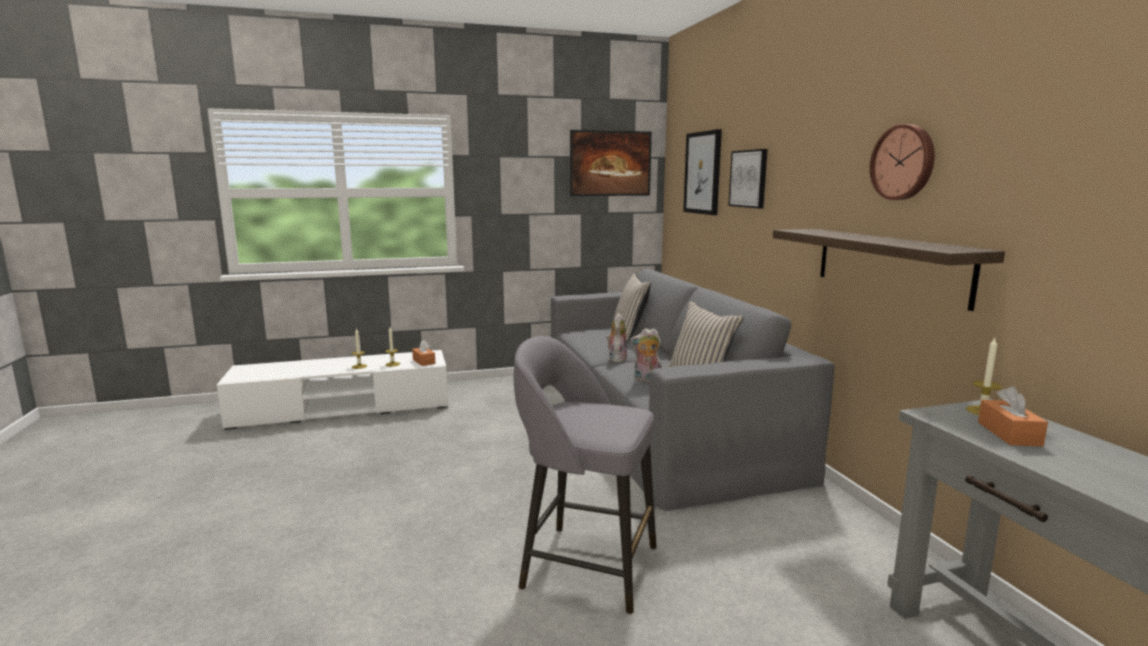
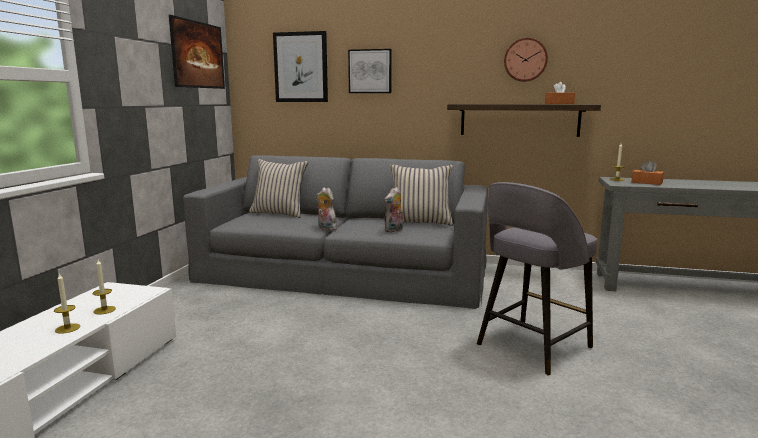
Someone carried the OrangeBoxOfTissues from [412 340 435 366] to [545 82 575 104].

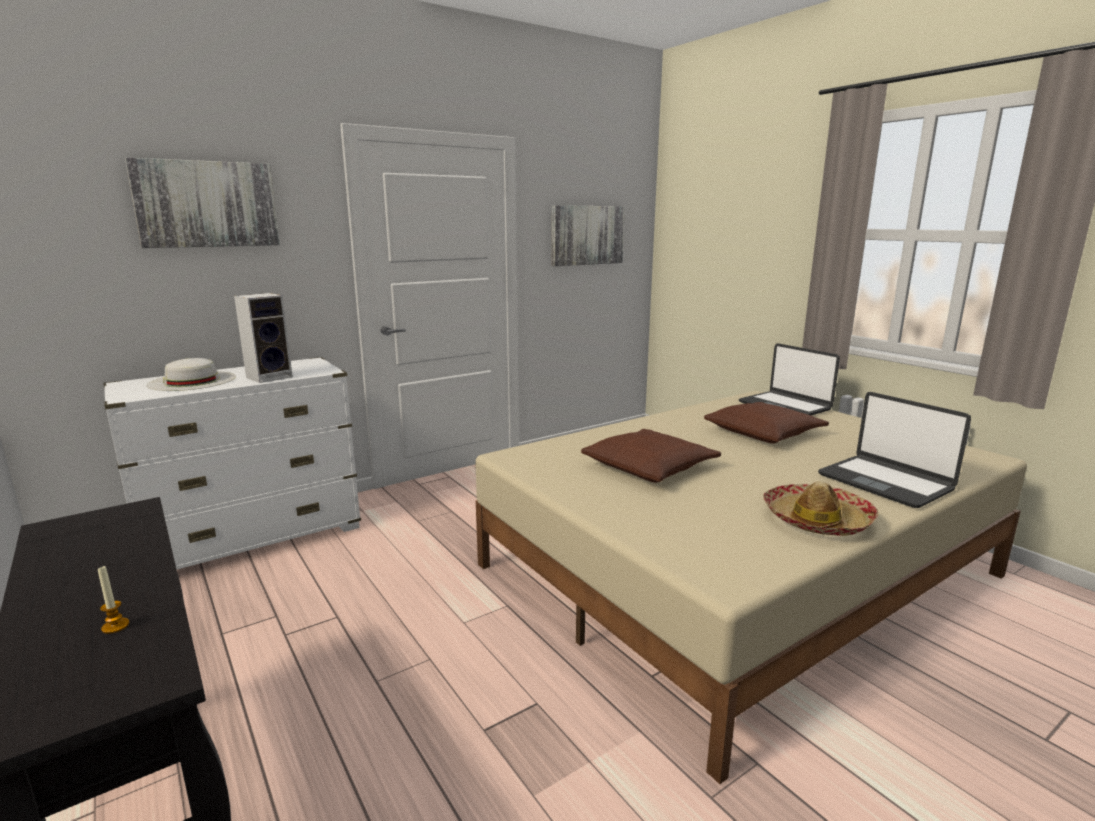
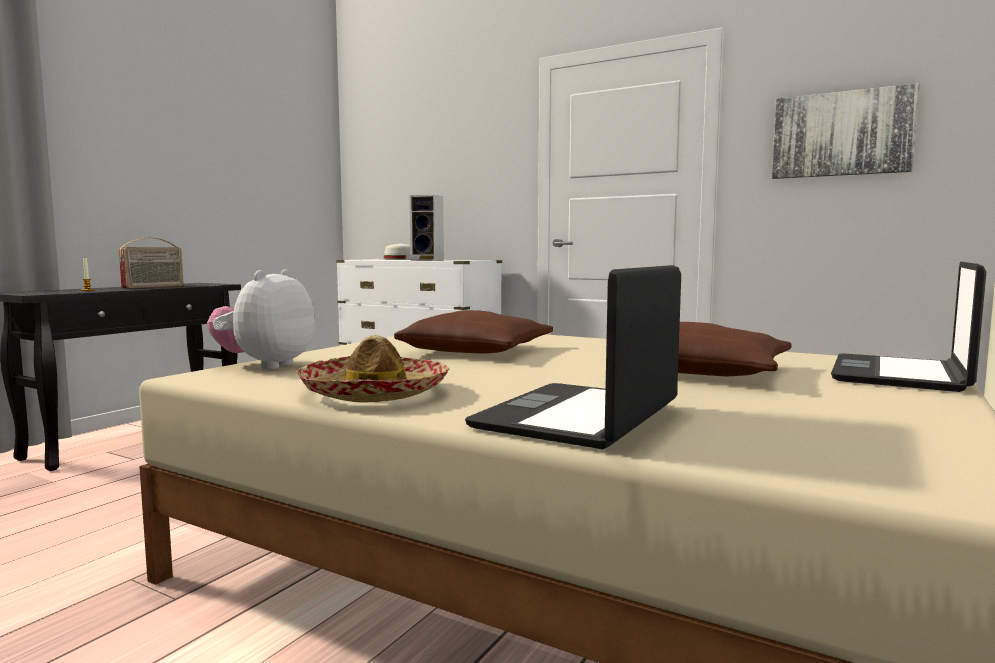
Someone put down the RadioSet at [119 237 183 289].
Someone put down the SoftToy at [207 269 315 370].
Someone took away the Picture at [125 157 280 248].

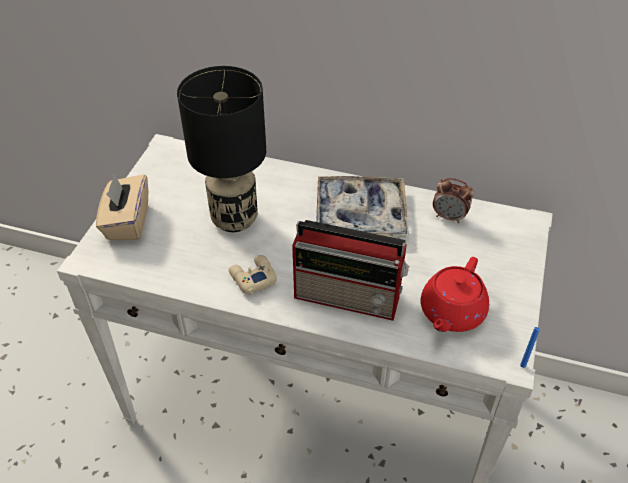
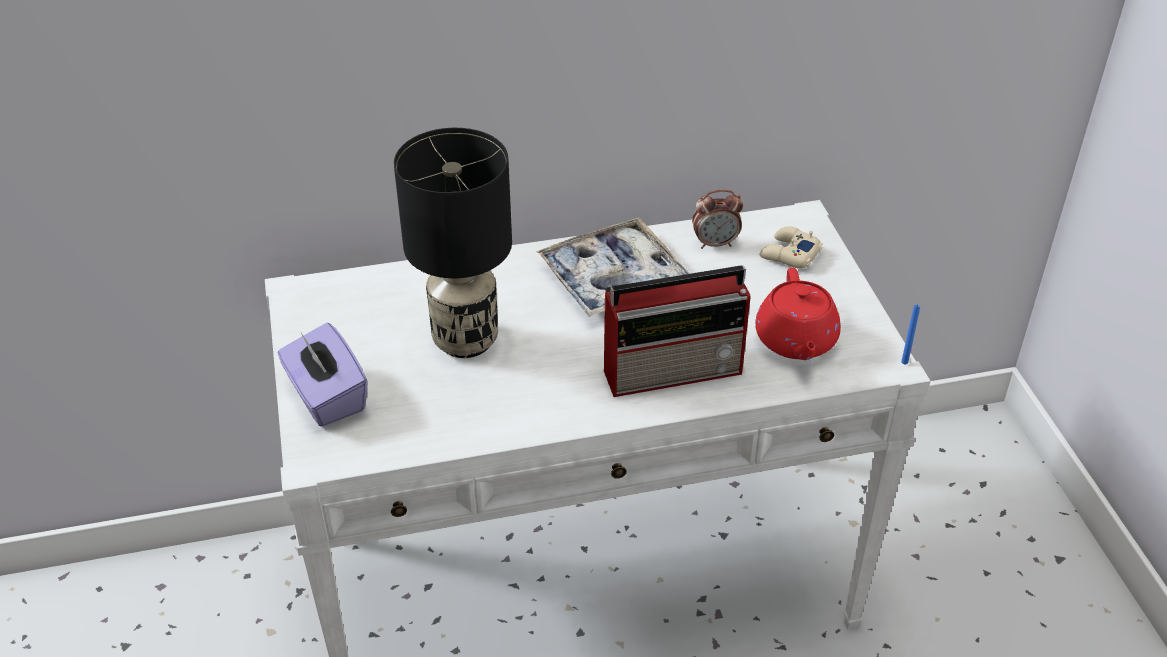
Someone repainted the BeigeColouredBoxOfTissues at [96 174 148 240], which became the PurpleBoxOfTissues at [278 323 368 427].
Someone carried the BeigeColouredGameController from [229 255 277 295] to [759 226 823 269].

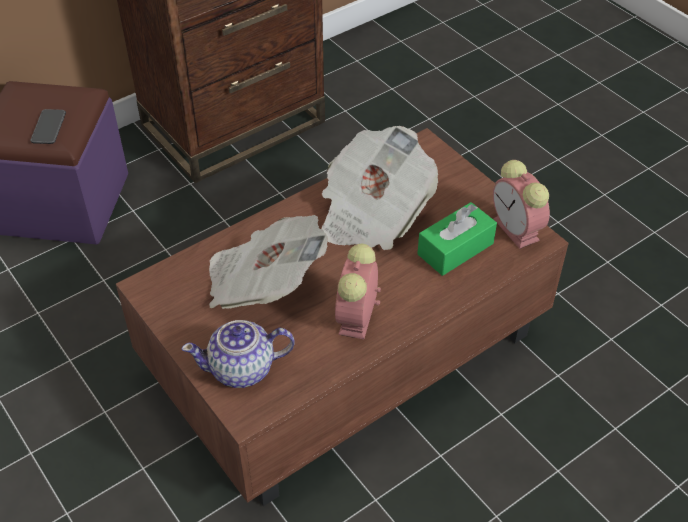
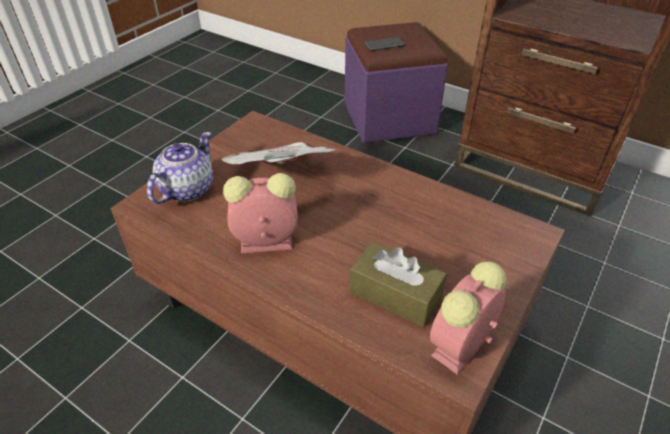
Someone rotated the Teapot at [181 320 295 388] by 60 degrees clockwise.
Someone repainted the GreenBoxOfTissues at [417 202 497 276], which became the BrownBoxOfTissues at [350 242 447 327].
Someone took away the PrintedPaper at [322 126 438 250].

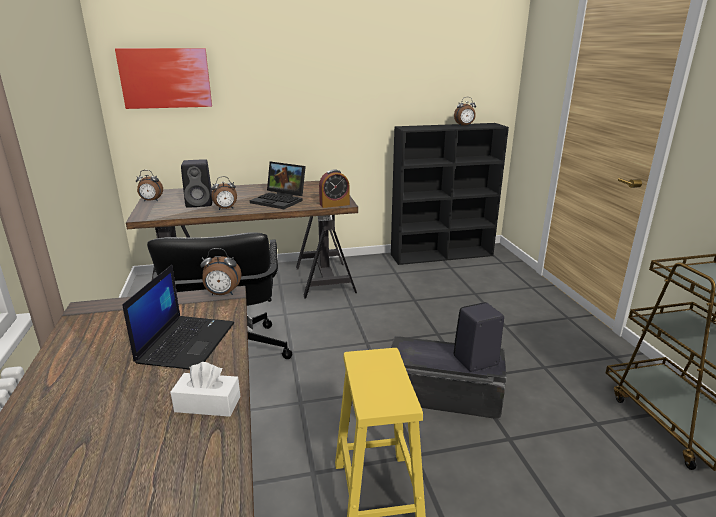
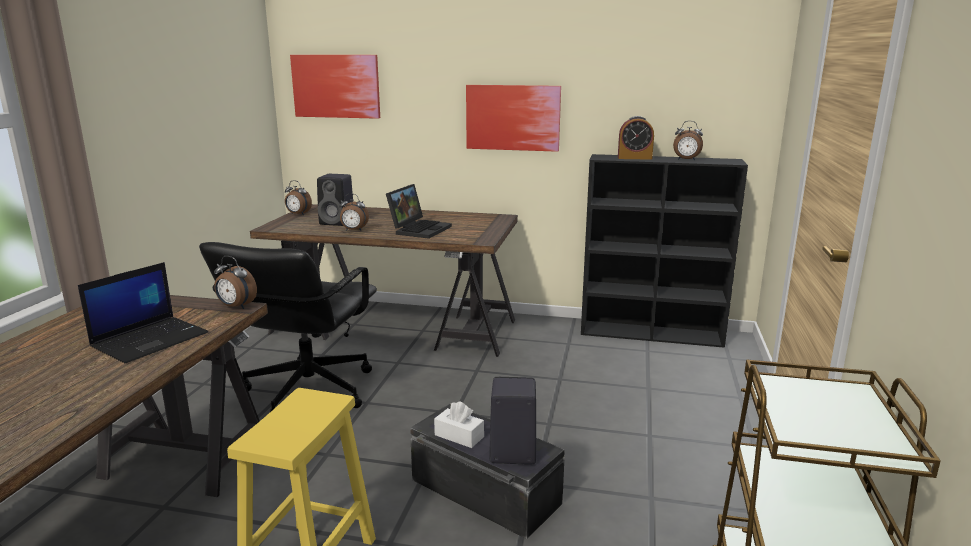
Someone rotated the NotebookComputer at [250 162 306 209] by 120 degrees counterclockwise.
Someone carried the WhiteColouredBoxOfTissues from [170 362 241 417] to [434 401 484 448].
Someone put up the Picture at [466 85 561 152].
Someone carried the BedsideClock from [319 169 350 208] to [618 116 654 160].

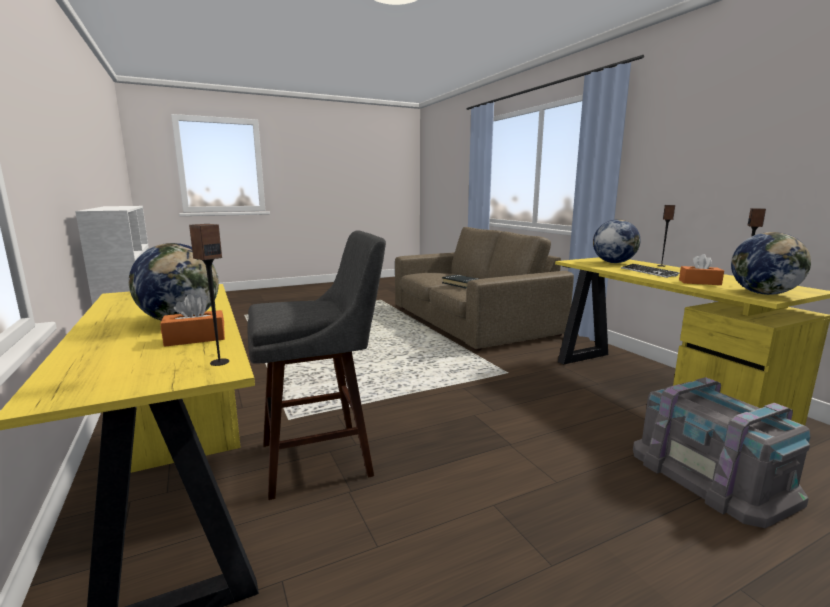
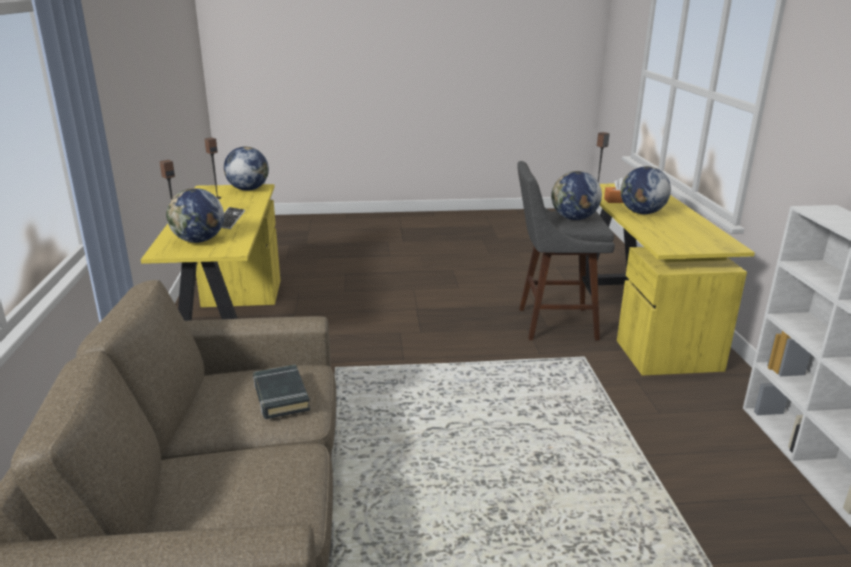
Someone put down the Globe at [551 171 602 220].
Someone took away the GreyishStorageContainer at [633 377 811 528].
Someone took away the OrangeBoxOfTissues at [679 254 724 285].

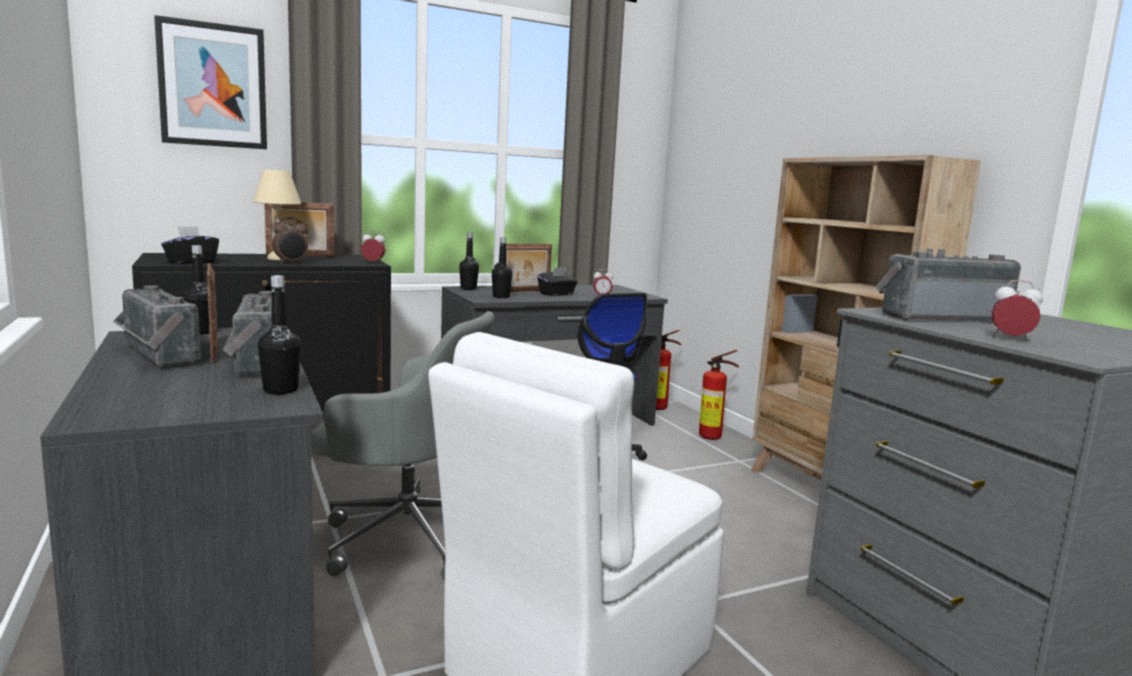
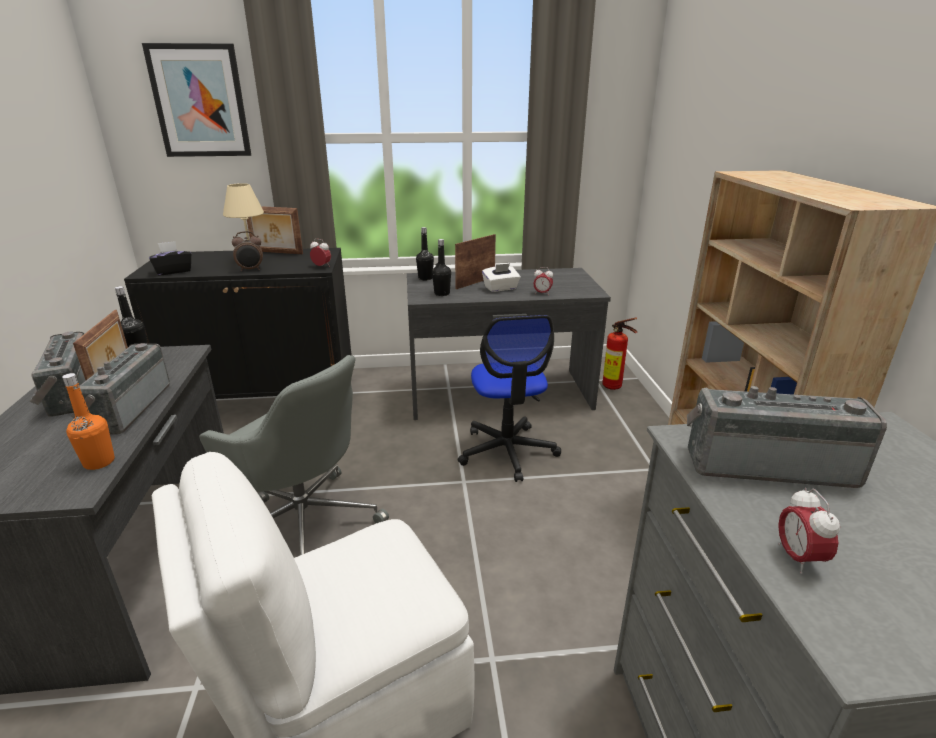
Someone repainted the BlackBeverageBottle at [258 275 301 394], which became the OrangeBeverageBottle at [62 373 115 470].
Someone rotated the StandingFrame at [506 244 552 292] by 150 degrees clockwise.
Someone repainted the BlackBoxOfTissues at [537 267 577 296], which became the WhiteColouredBoxOfTissues at [482 263 520 292].
Someone rotated the BedsideClock at [991 280 1043 340] by 135 degrees counterclockwise.
Someone took away the FireExtinguisher at [699 350 739 440].

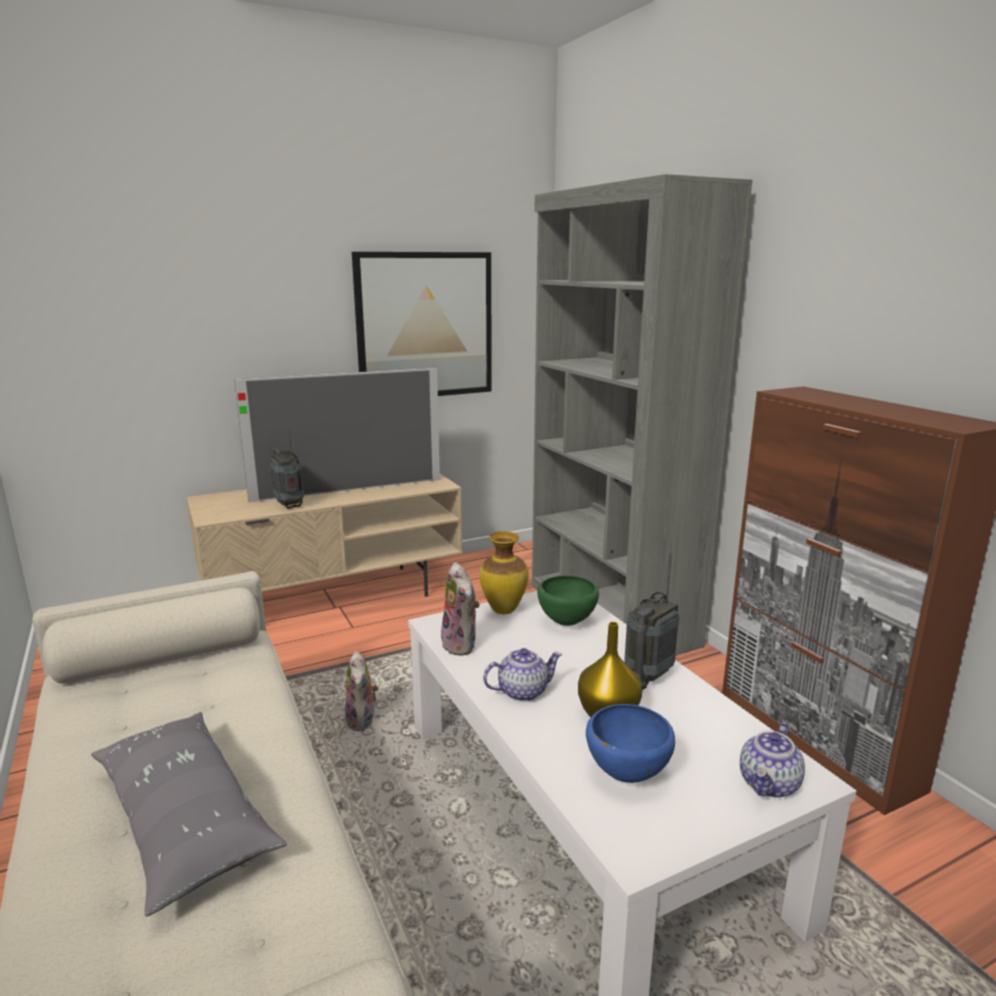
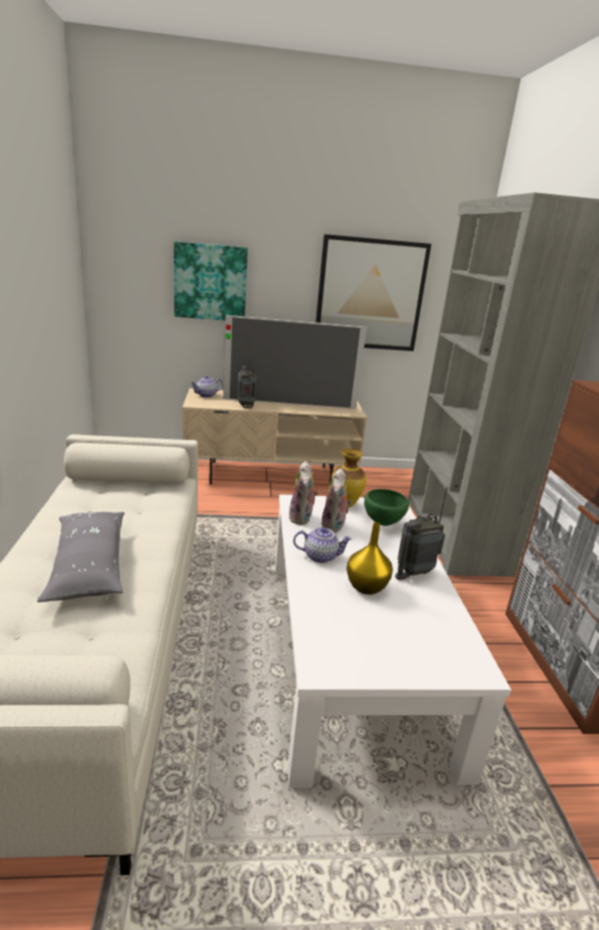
Someone put up the Picture at [174 241 248 320].
Someone carried the Teapot from [740 723 805 798] to [191 376 223 398].
Someone carried the SoftToy from [345 651 379 731] to [321 468 352 533].
Someone took away the BlueServingBowl at [586 704 675 783].

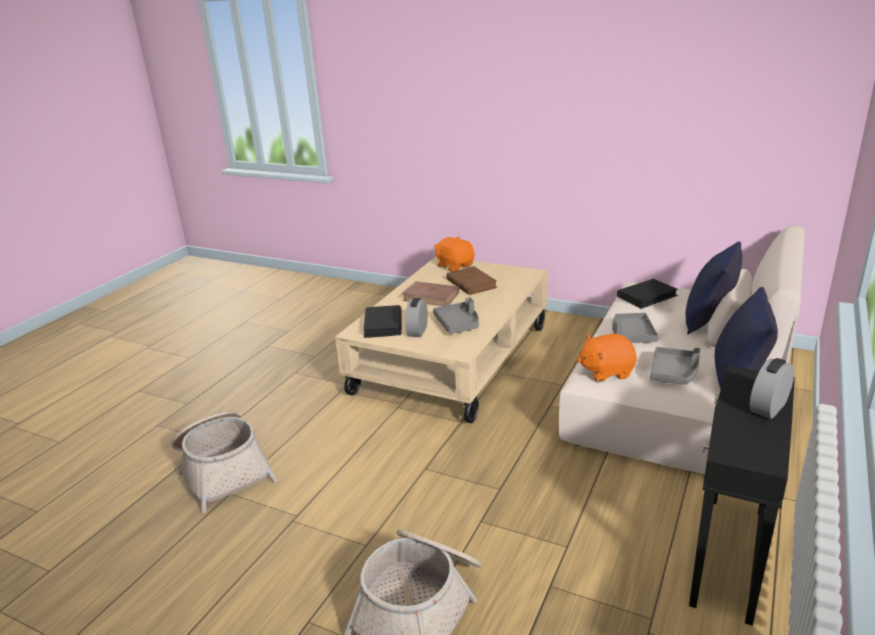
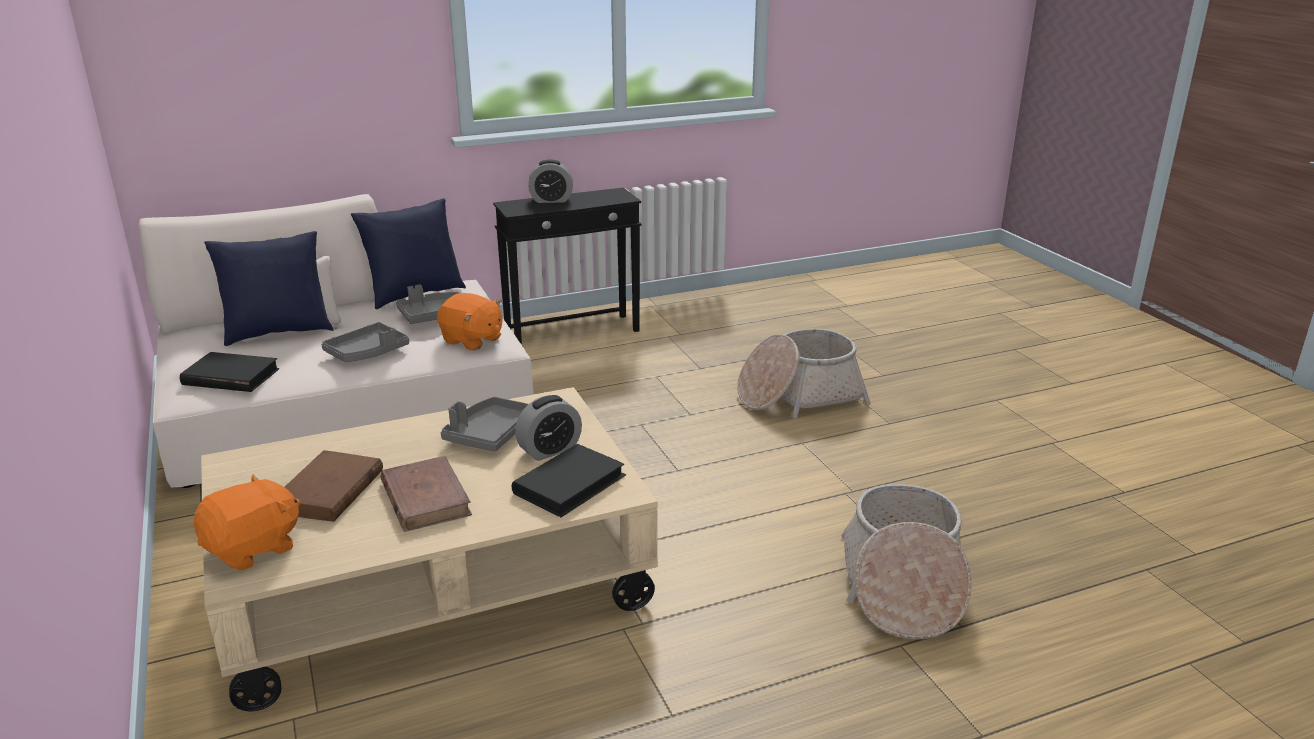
Someone rotated the OrangeSoftToy at [434 237 475 272] by 135 degrees counterclockwise.

